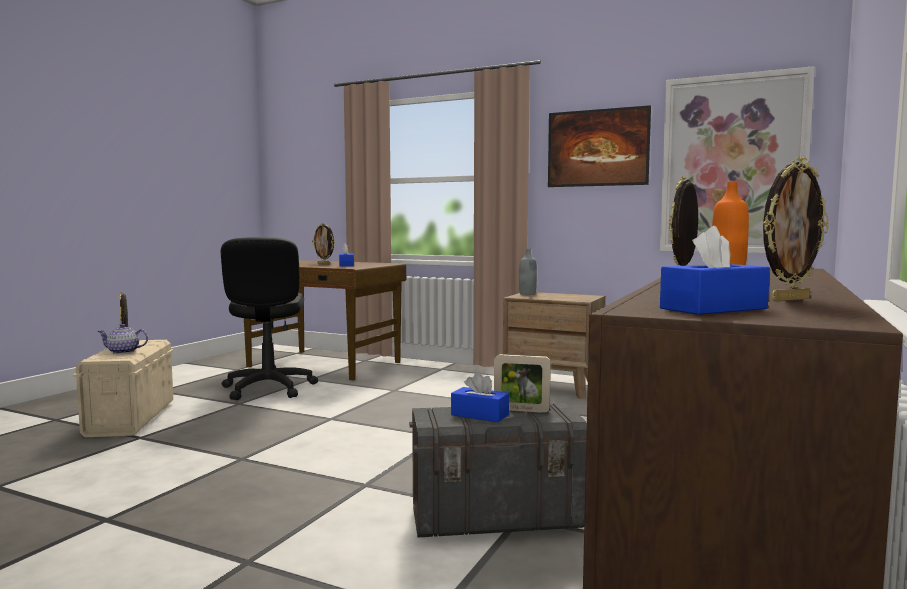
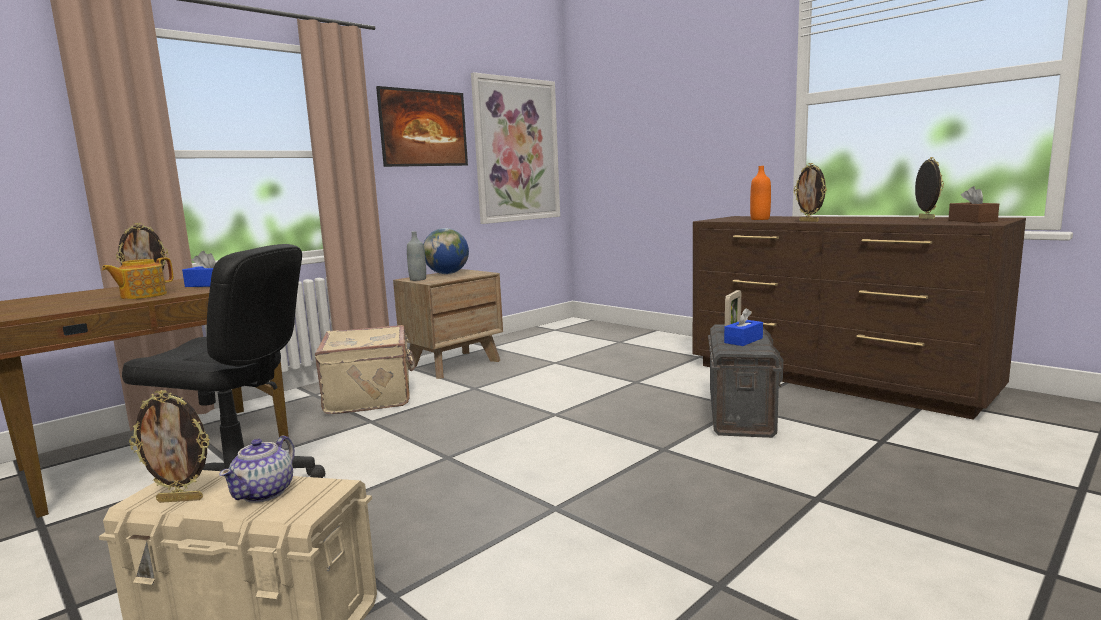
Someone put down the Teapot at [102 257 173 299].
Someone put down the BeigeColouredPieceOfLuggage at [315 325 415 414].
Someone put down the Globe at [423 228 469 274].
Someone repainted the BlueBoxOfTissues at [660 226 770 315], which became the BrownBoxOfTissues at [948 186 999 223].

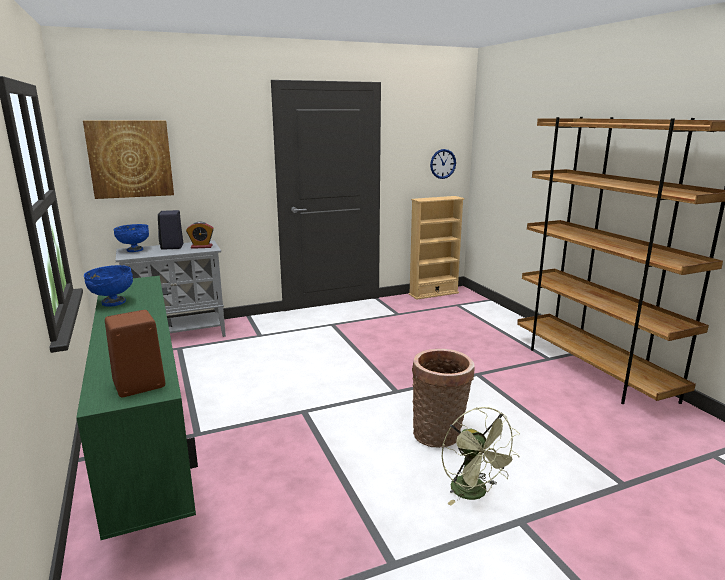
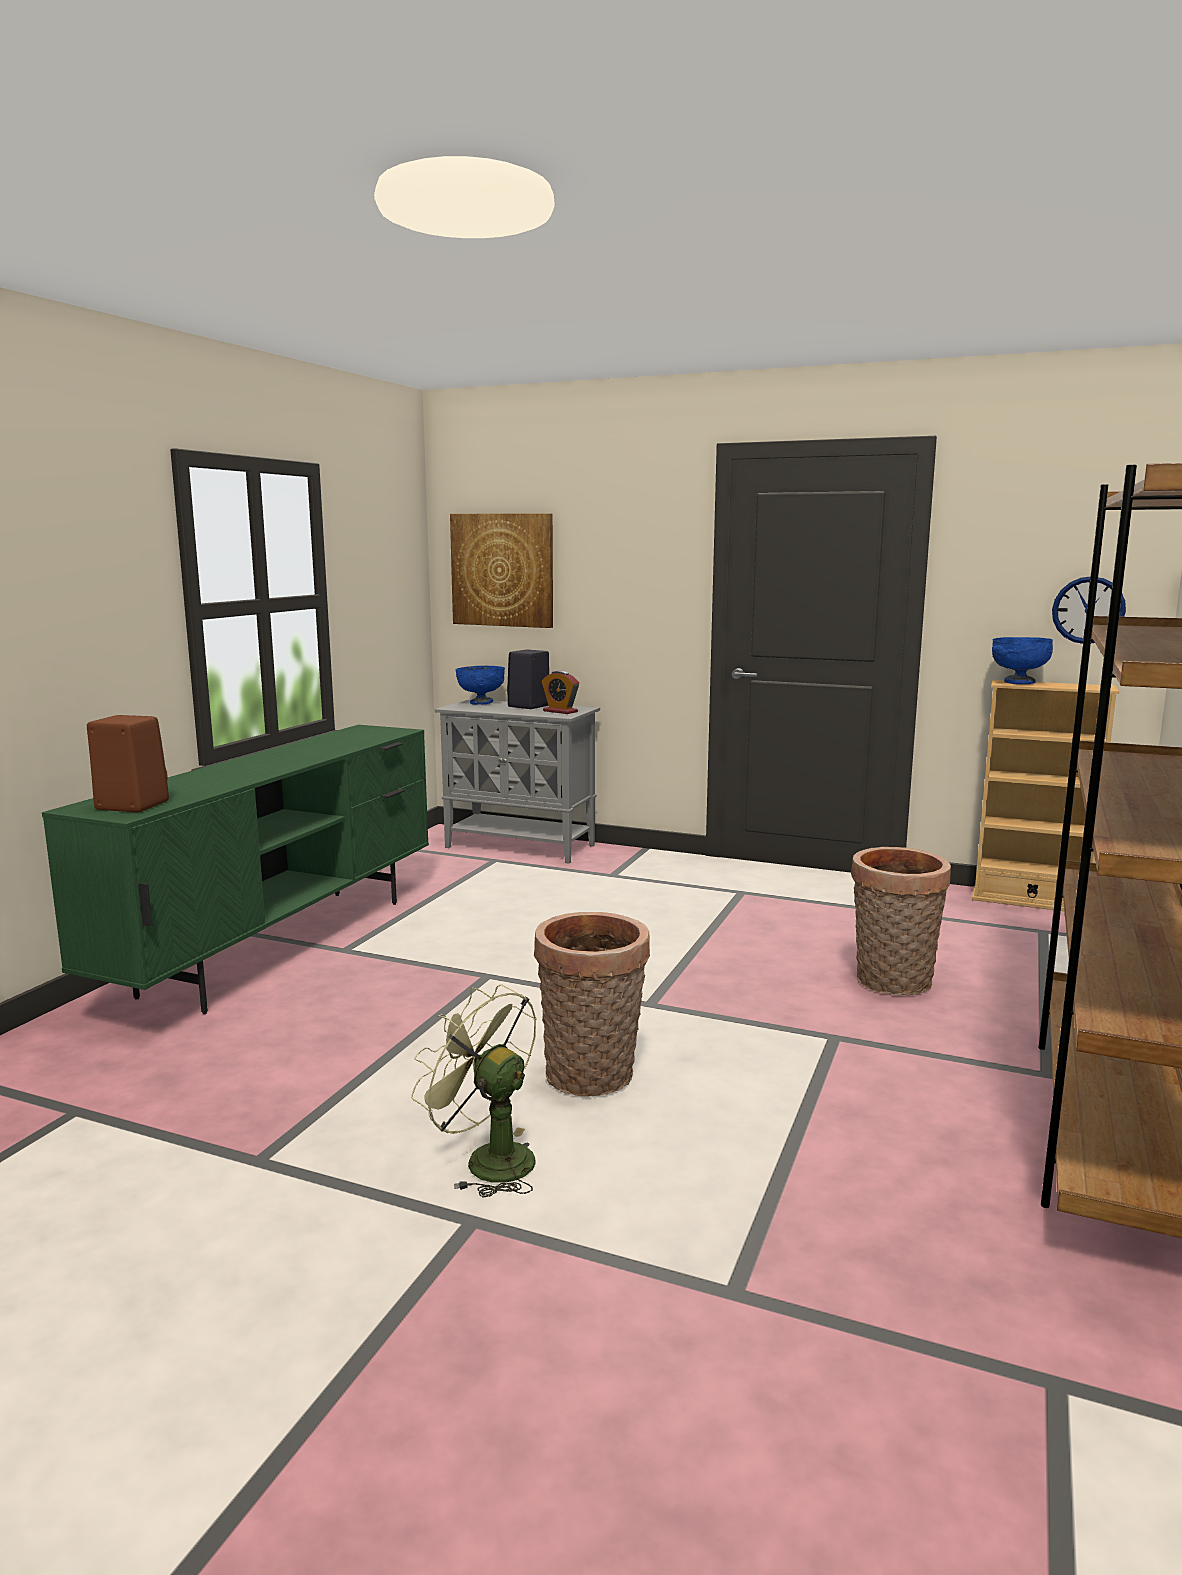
Someone rotated the GreenFan at [441 407 520 505] by 105 degrees clockwise.
Someone put down the StorageBasket at [851 847 951 995].
Someone carried the BlueServingBowl from [84 265 133 307] to [992 637 1053 684].

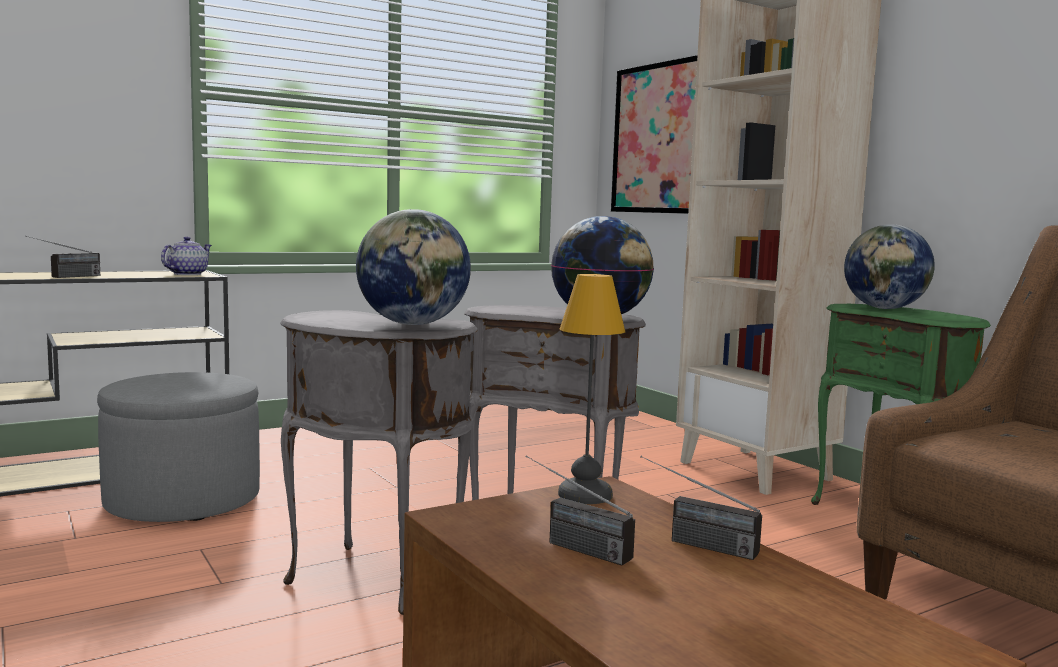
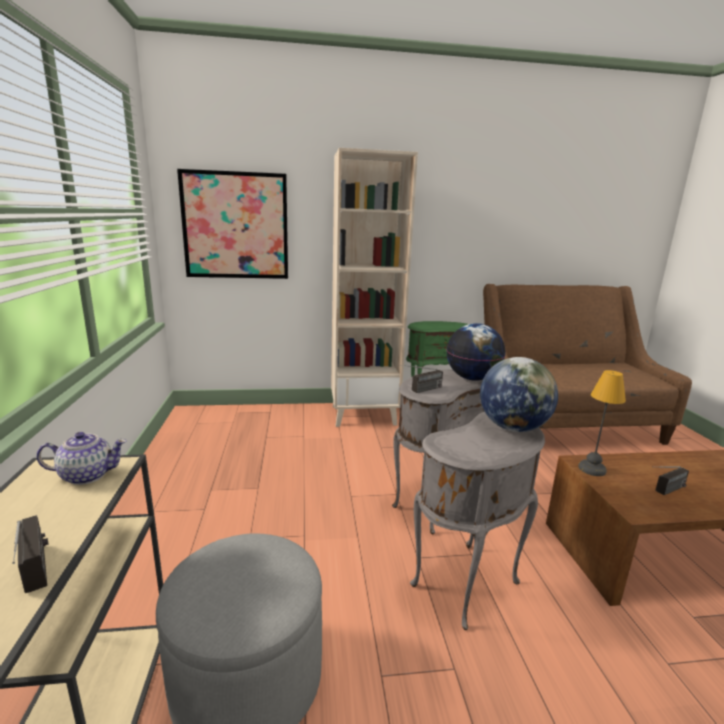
Someone rotated the Teapot at [161 236 212 275] by 120 degrees clockwise.
Someone carried the RadioSet from [640 456 762 560] to [402 365 443 393].
Someone took away the Globe at [844 224 935 309].

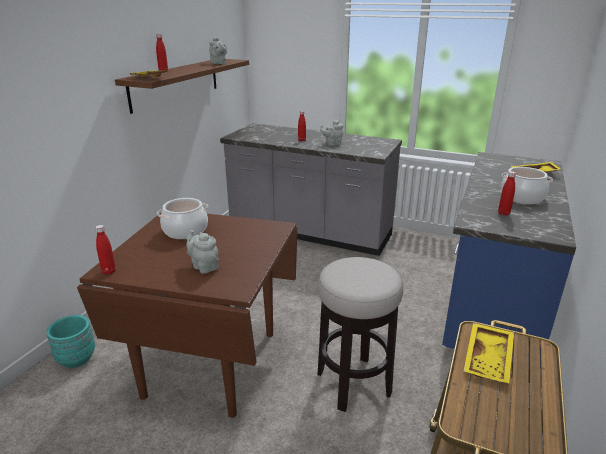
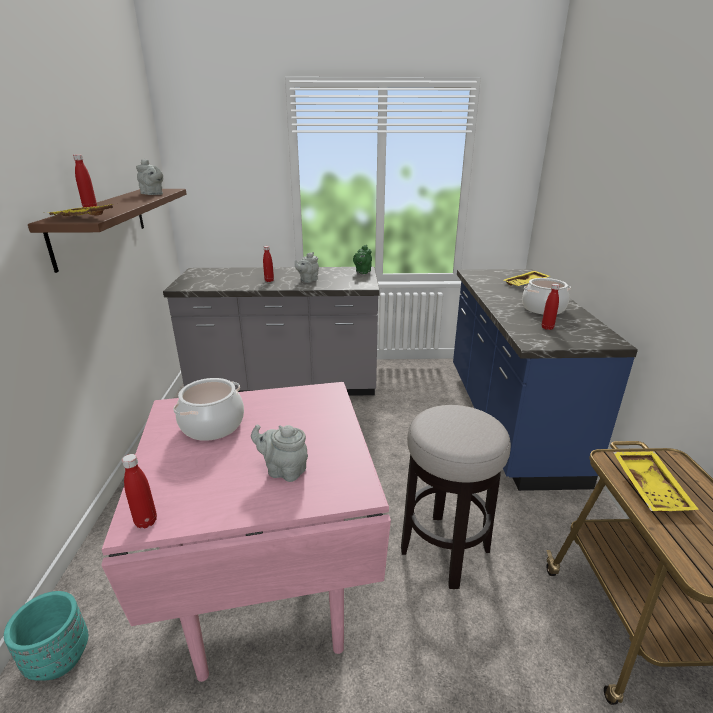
Someone repainted the BrownKitchenTable at [77 212 297 418], which became the PinkColouredKitchenTable at [101 382 391 682].
Someone put down the GreenTeapot at [353 245 372 274].

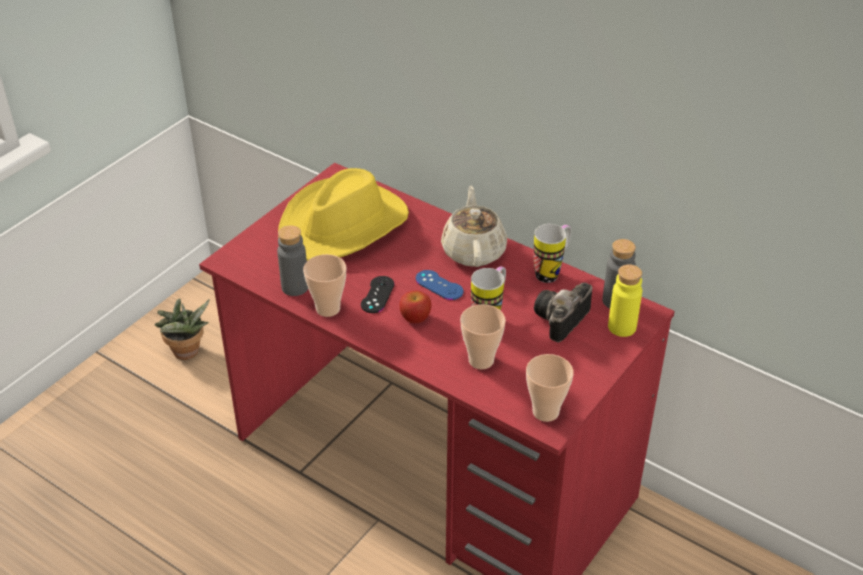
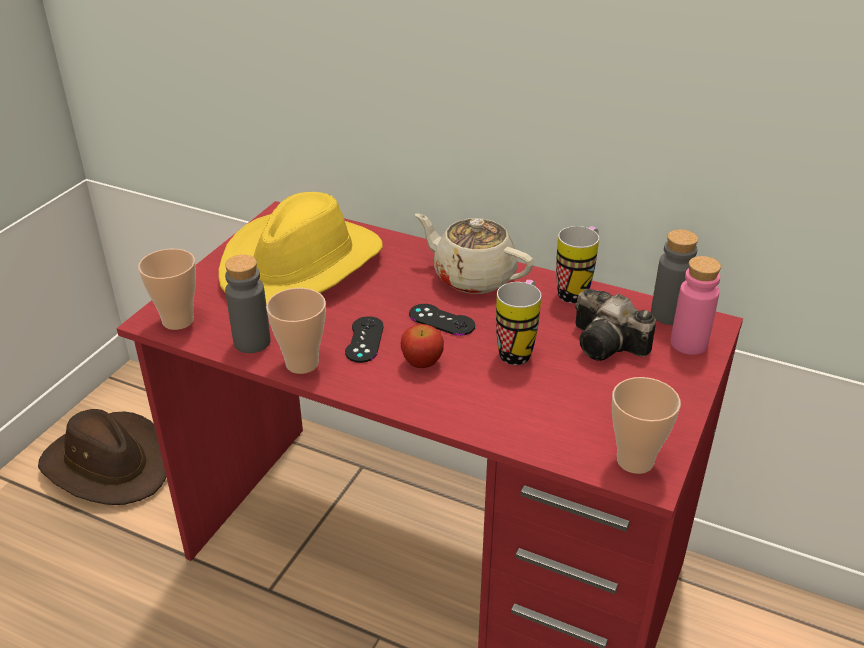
Someone swapped the Houseplant at [155 298 210 360] for the BrownHat at [38 409 167 505].
Someone carried the Cup from [460 304 506 369] to [138 249 196 330].
Someone repainted the BlueGameController at [416 270 463 300], which became the BlackGameController at [409 304 475 336].
Someone rotated the BeigeColouredTeapot at [441 186 507 267] by 45 degrees counterclockwise.
Someone rotated the StillCamera at [534 283 592 342] by 75 degrees counterclockwise.
Someone repainted the YellowBeverageBottle at [608 264 642 337], which became the PinkColouredBeverageBottle at [670 256 721 355].

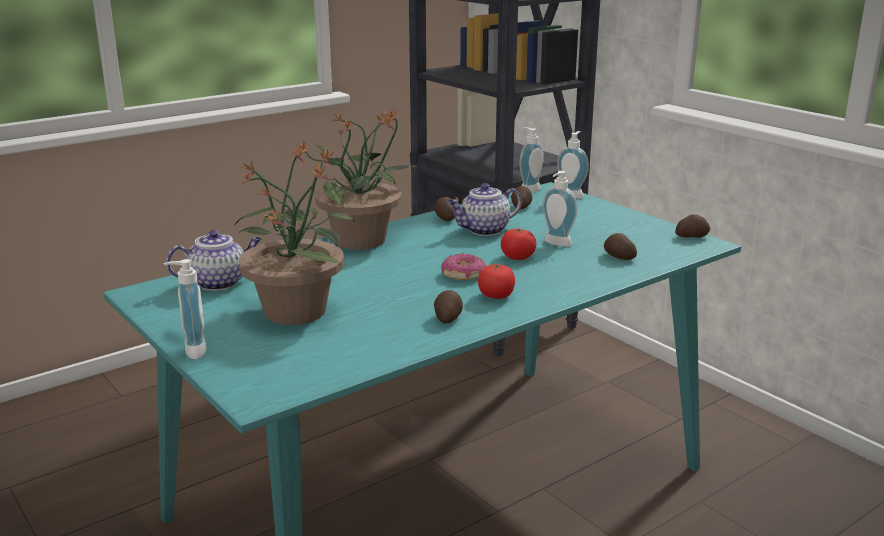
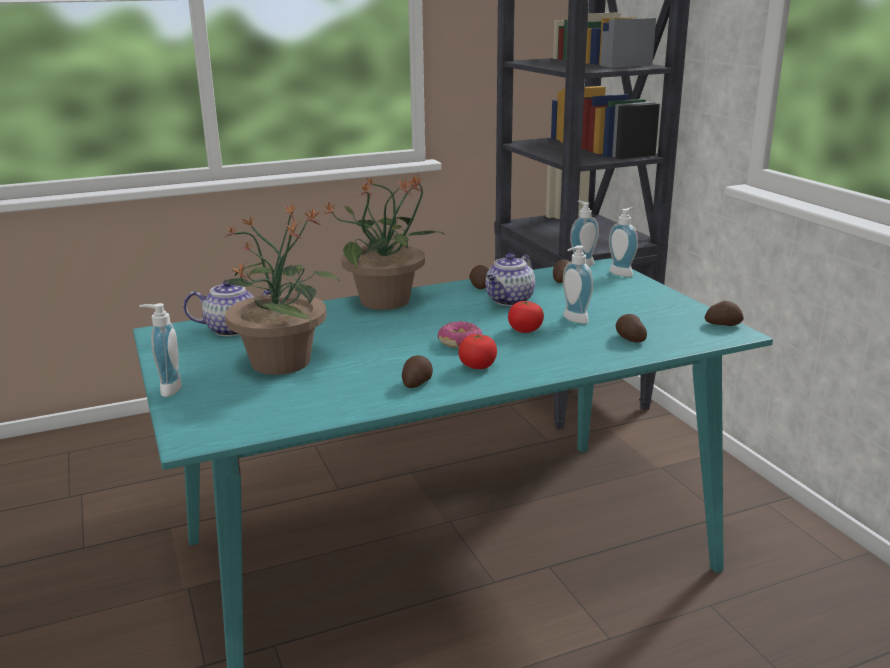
Someone rotated the Teapot at [448 183 522 236] by 45 degrees counterclockwise.

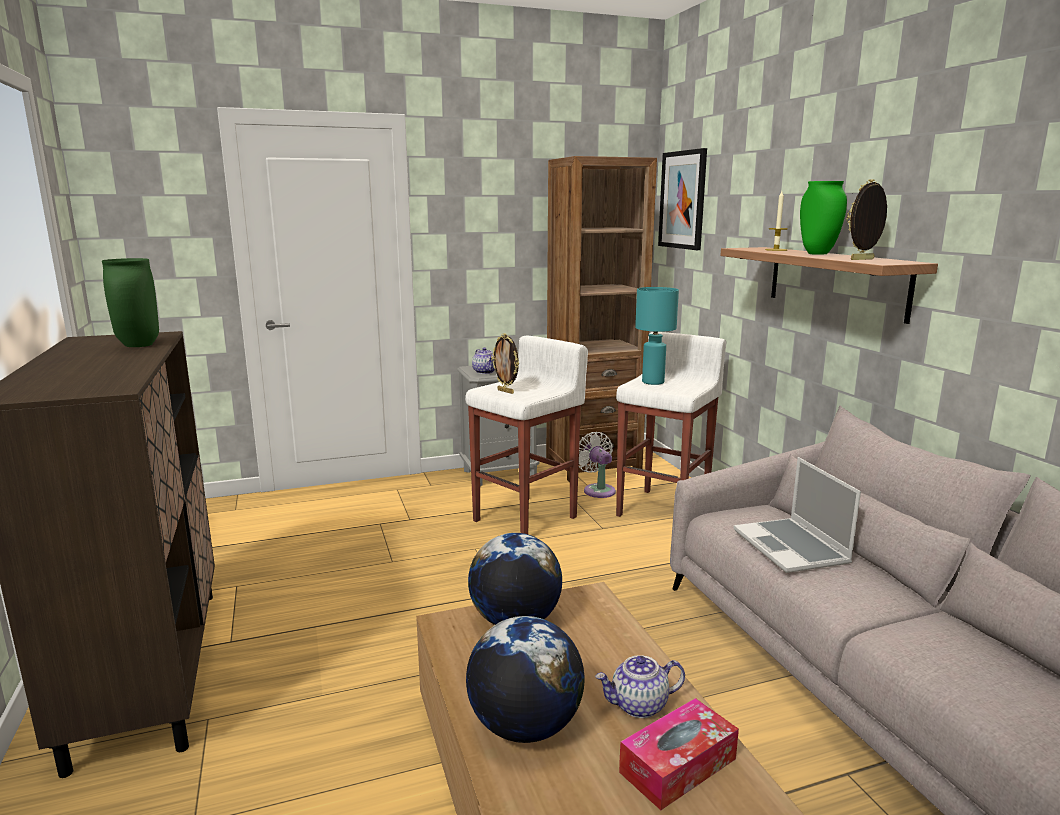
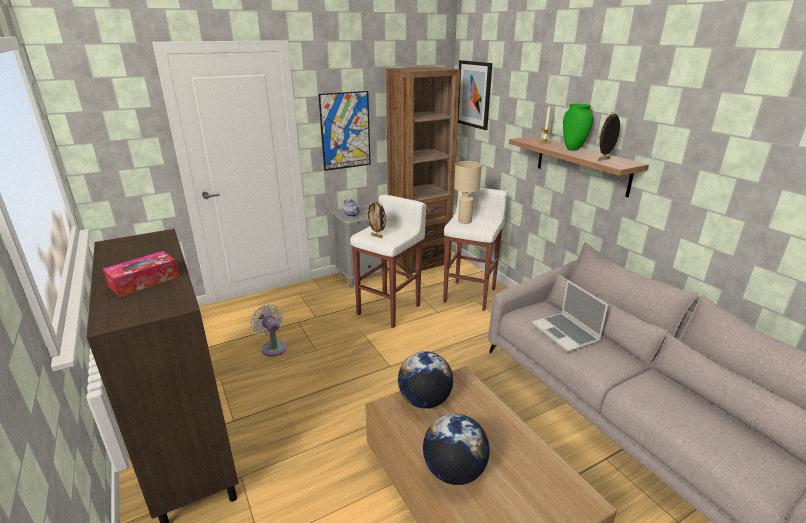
Someone carried the BoxOfTissues from [619 698 739 810] to [103 251 179 297].
Someone carried the WhiteColouredFan from [579 432 616 498] to [250 304 287 357].
Someone put up the Picture at [318 91 371 171].
Someone repainted the TurquoiseColouredTableLamp at [635 287 679 385], which became the BeigeColouredTableLamp at [454 161 482 224].
Someone took away the GreenFlowerVase at [102 258 159 347].
Someone took away the Teapot at [595 655 685 718].

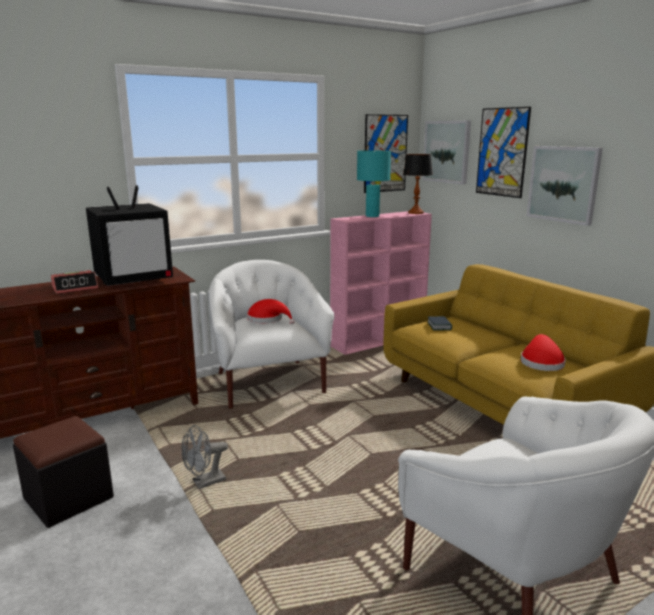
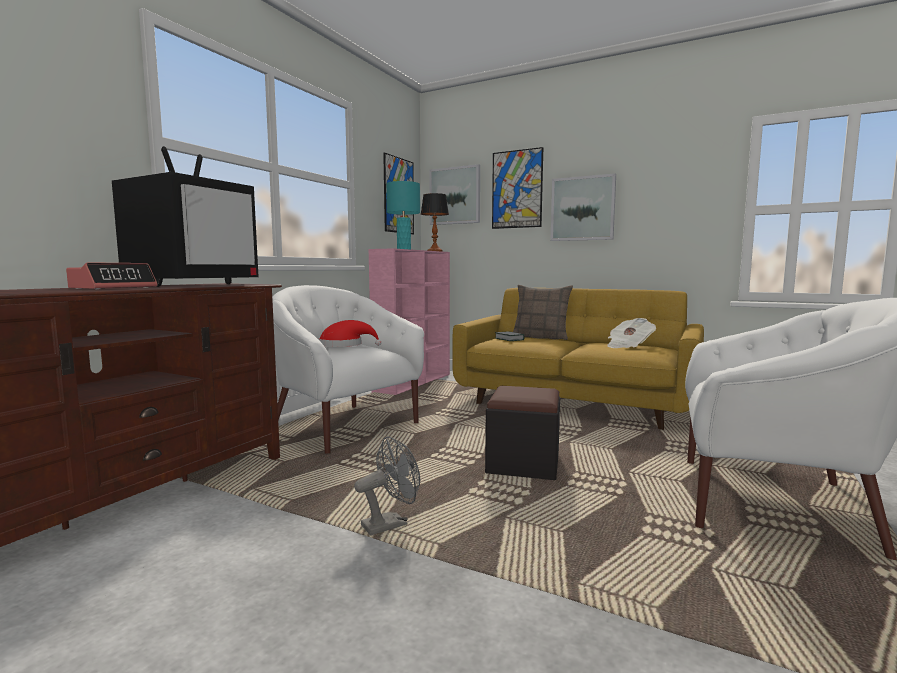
Someone rotated the GreyishFan at [181 425 228 489] by 150 degrees counterclockwise.
Someone carried the BlackFootrest from [13 416 114 528] to [485 386 560 480].
Someone put down the Cushion at [513 285 573 340].
Someone swapped the RedColouredHat at [521 334 565 371] for the PrintedPaper at [607 318 656 348].

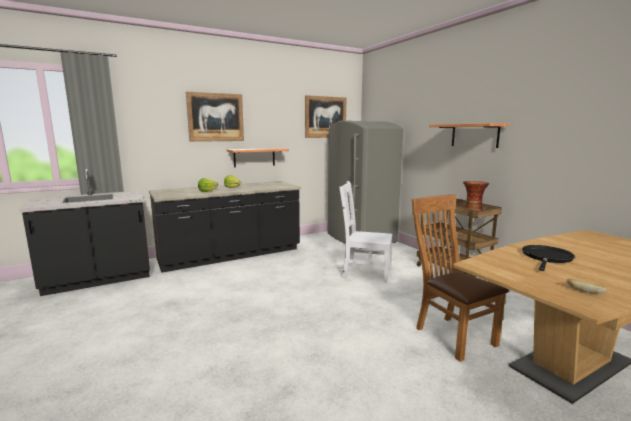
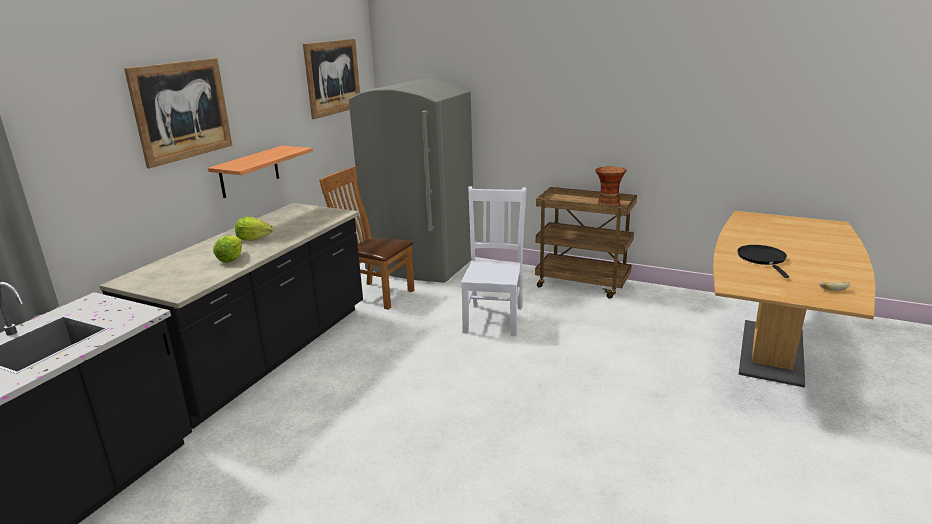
Someone carried the BrownPlainChair from [412 194 509 362] to [319 167 414 310].
Someone rotated the WhiteColouredPlainChair at [339 181 392 283] by 120 degrees clockwise.
Someone took away the WallShelf at [429 123 509 148].

